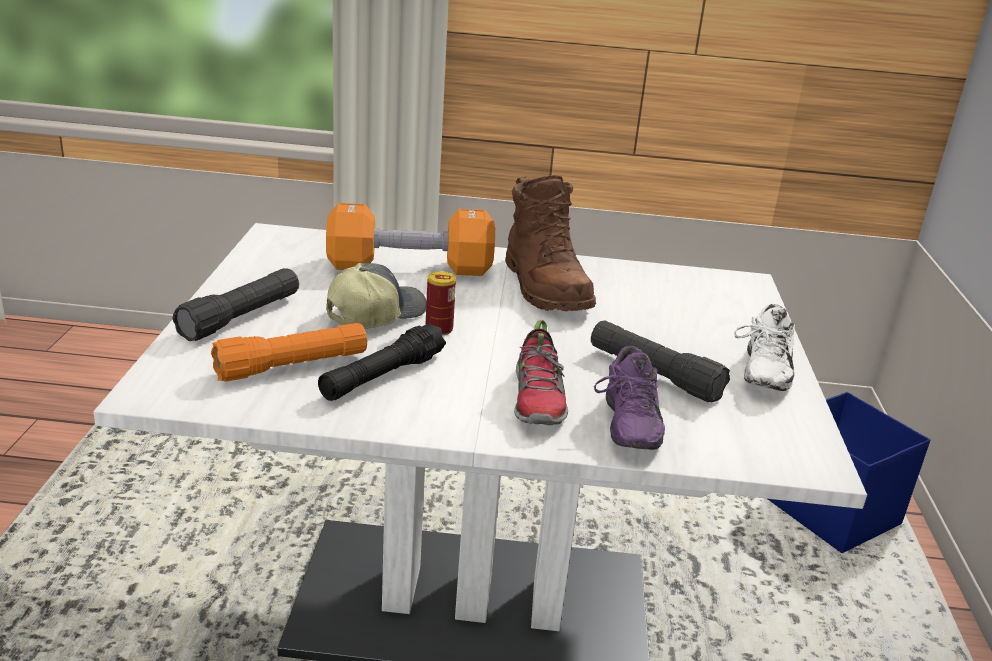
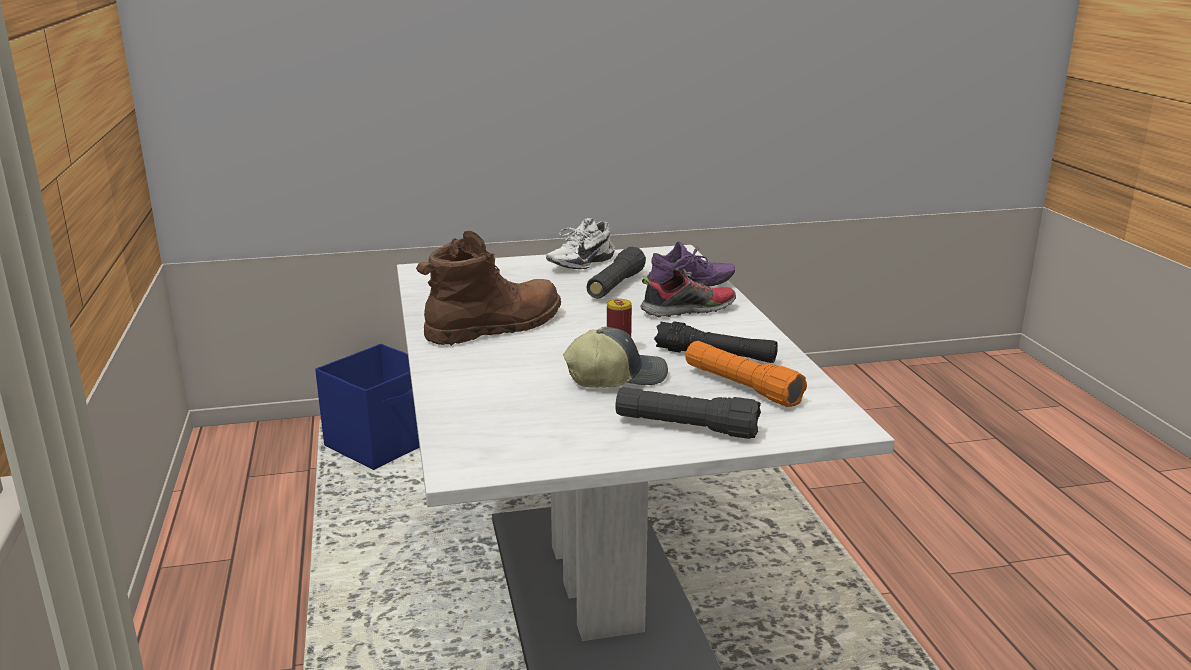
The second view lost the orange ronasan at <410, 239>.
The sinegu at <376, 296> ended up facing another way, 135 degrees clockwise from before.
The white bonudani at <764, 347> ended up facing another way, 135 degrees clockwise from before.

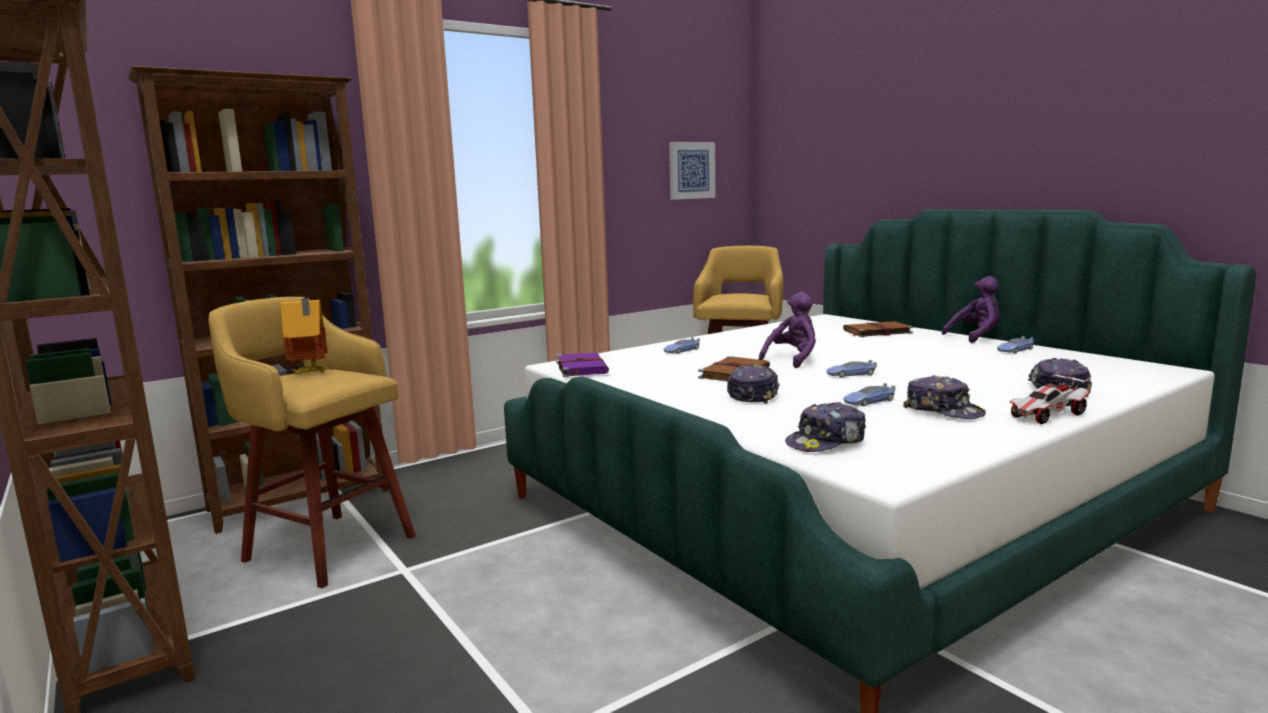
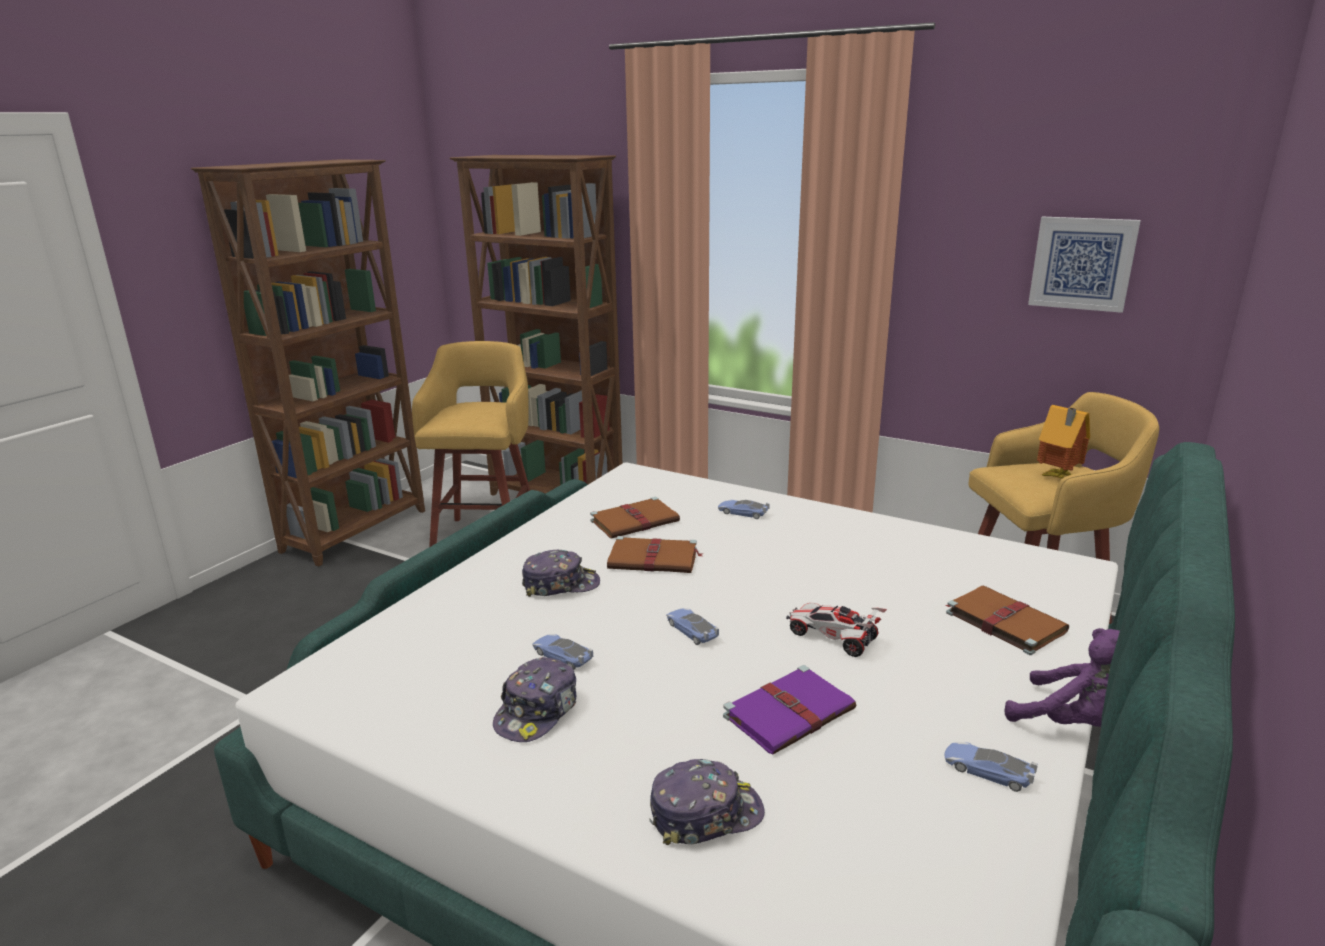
The second view lost the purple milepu at <787, 330>.
The second view lost the sinegu at <825, 427>.
The second view gained the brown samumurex at <635, 518>.
The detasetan ended up elsewhere, having gone from <304, 336> to <1063, 442>.
The purple samumurex ended up elsewhere, having gone from <582, 364> to <789, 710>.
The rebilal ended up elsewhere, having gone from <1050, 397> to <836, 630>.

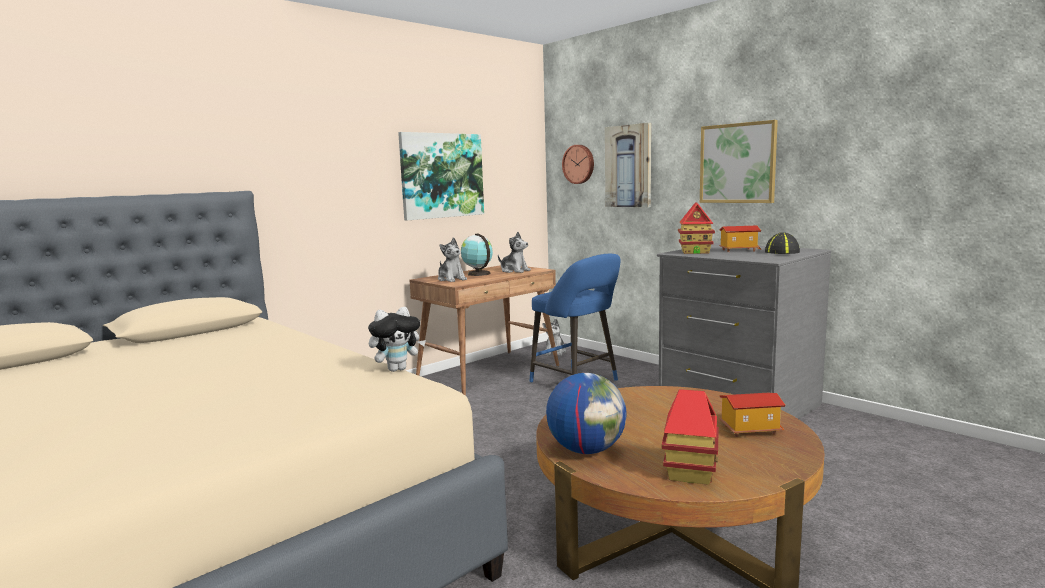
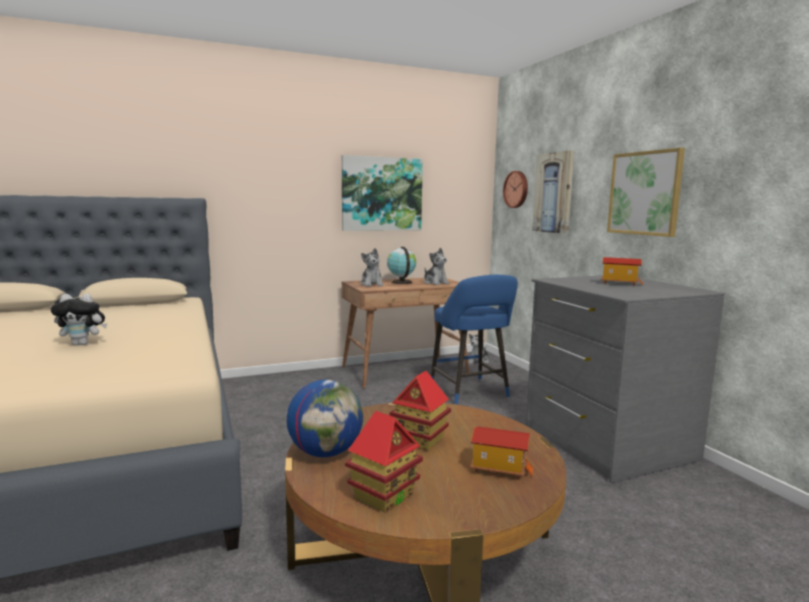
The second view lost the sinegu at <782, 243>.
The milepu ended up elsewhere, having gone from <397, 339> to <79, 319>.
The detasetan ended up elsewhere, having gone from <696, 228> to <420, 411>.

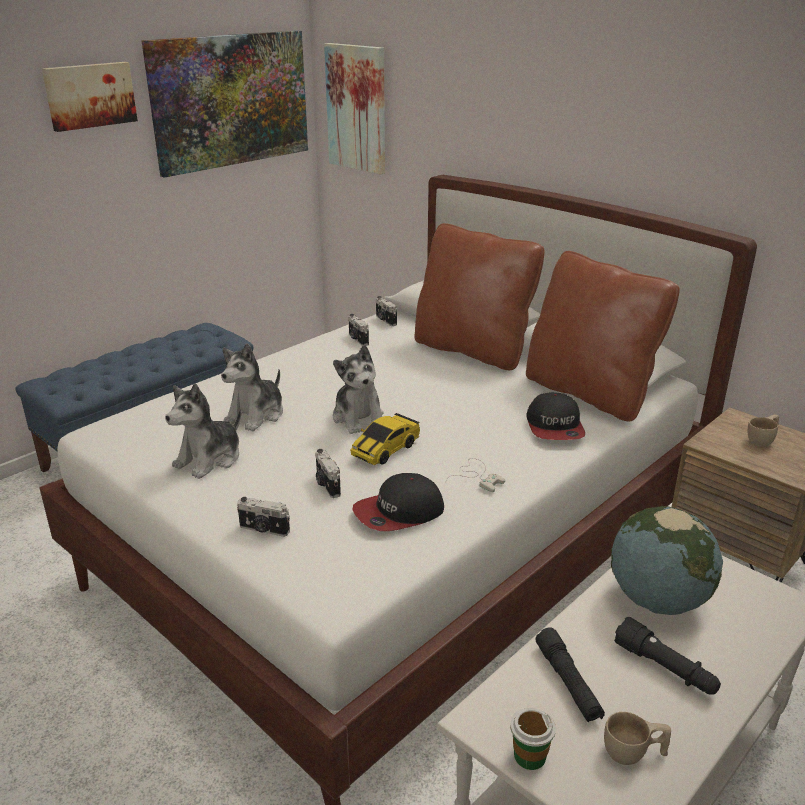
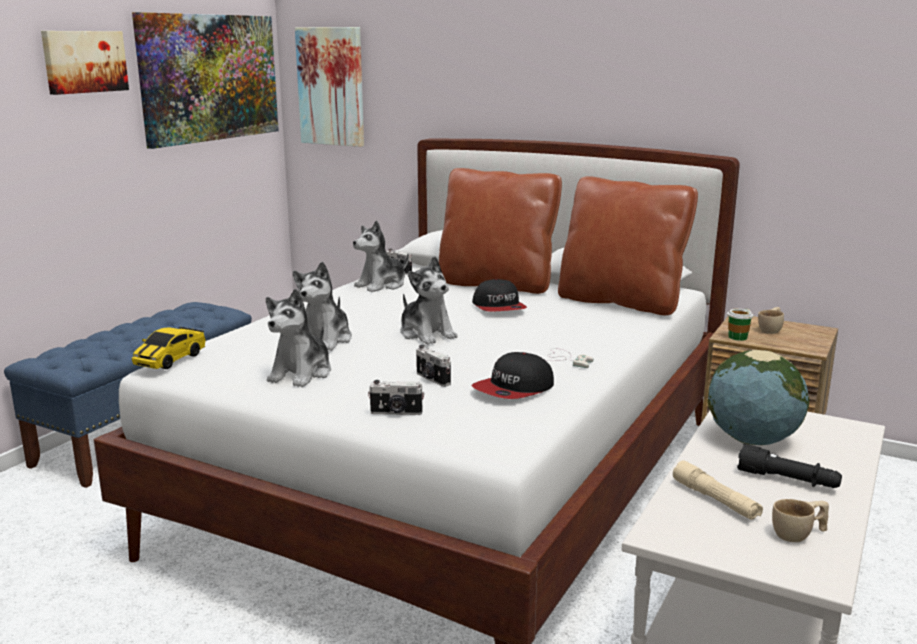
The rebilal ended up elsewhere, having gone from <385, 439> to <168, 348>.
The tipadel ended up elsewhere, having gone from <533, 739> to <740, 325>.
The sinegu ended up elsewhere, having gone from <555, 416> to <499, 295>.
Where the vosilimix stood at <358, 330>, the milepu came to stand at <381, 256>.
What was the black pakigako at <570, 675> turned into the beige pakigako at <718, 490>.

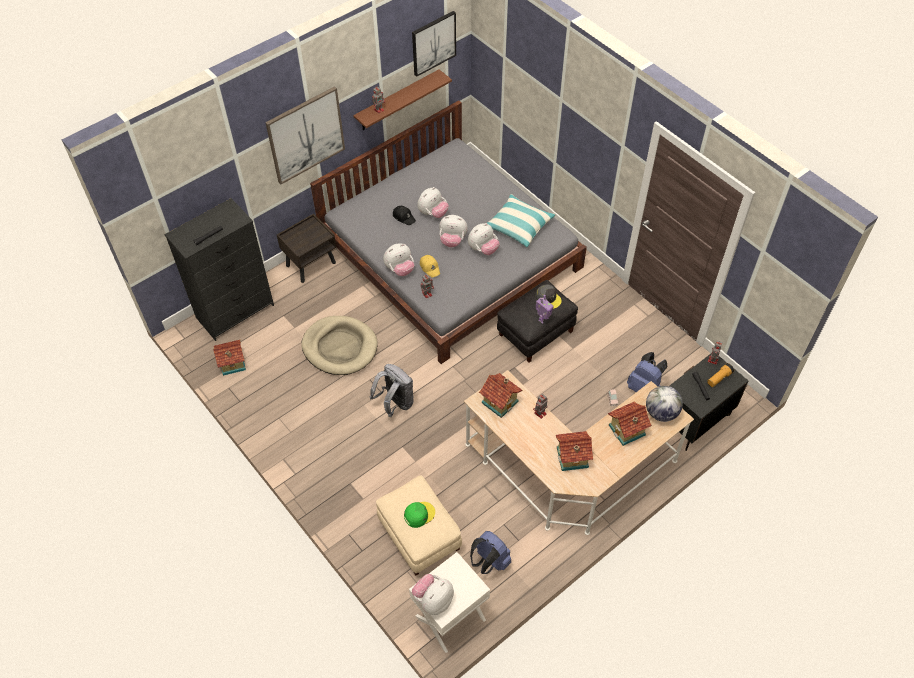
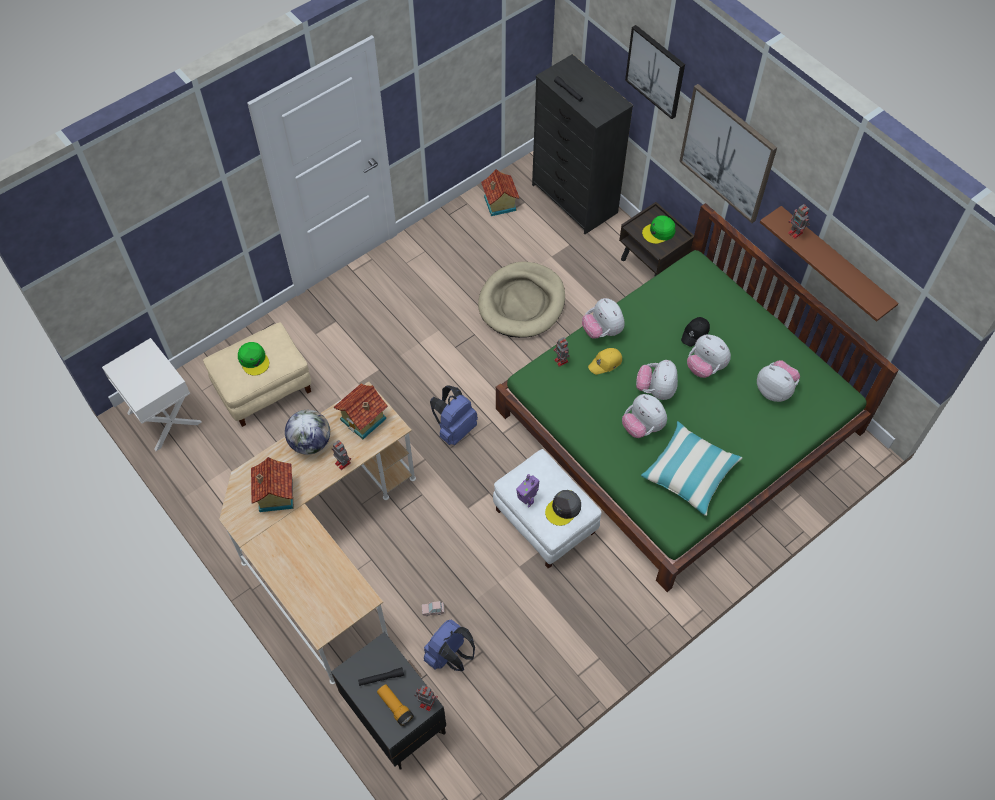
The second view lost the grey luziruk at <392, 390>.
The second view lost the detasetan at <630, 423>.
The second view gained the green sinegu at <659, 229>.
The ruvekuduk ended up elsewhere, having gone from <434, 44> to <655, 72>.
The milepu ended up elsewhere, having gone from <433, 594> to <778, 381>.
The blue luziruk ended up elsewhere, having gone from <490, 552> to <454, 415>.
The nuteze ended up elsewhere, having gone from <664, 404> to <307, 432>.
What was the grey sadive at <448, 232> turned into the green sadive at <697, 397>.
What was the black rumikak at <537, 321> turned into the white rumikak at <547, 509>.

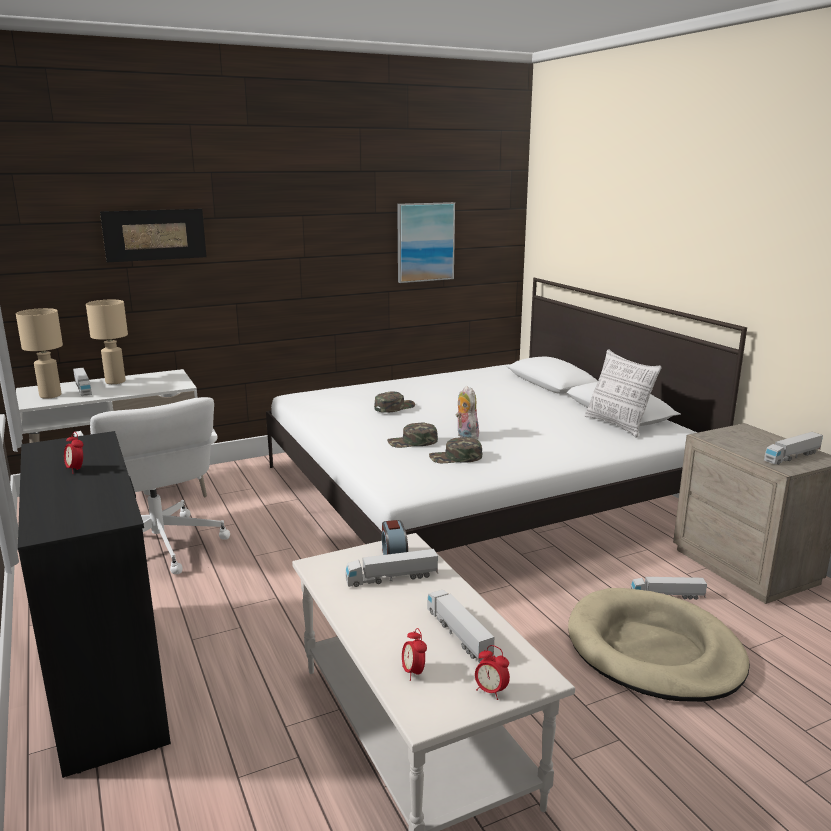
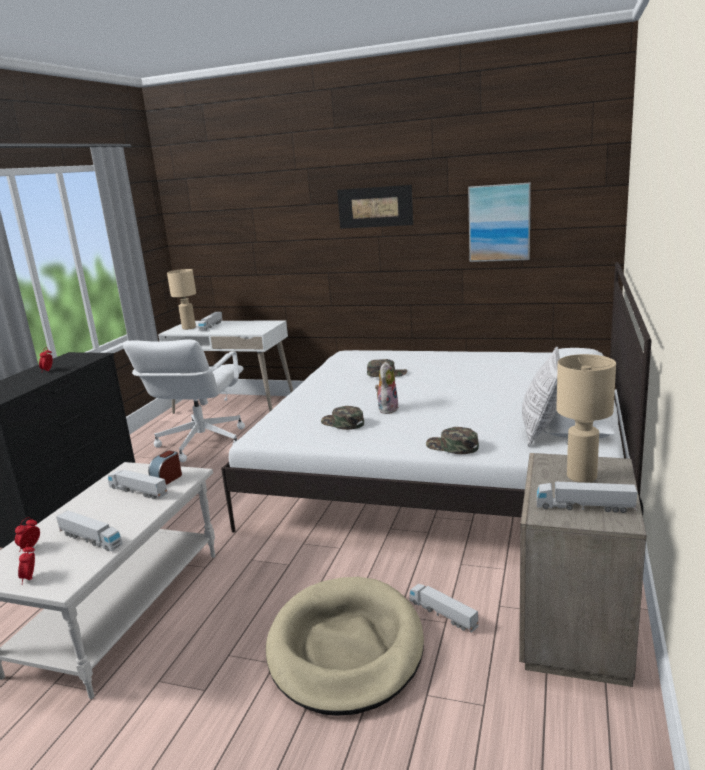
The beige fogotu ended up elsewhere, having gone from <107, 342> to <586, 418>.
The ruvekuduk ended up elsewhere, having gone from <153, 235> to <375, 207>.
The green sinegu ended up elsewhere, having gone from <412, 435> to <452, 440>.
The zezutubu at <460, 626> ended up facing another way, 105 degrees clockwise from before.

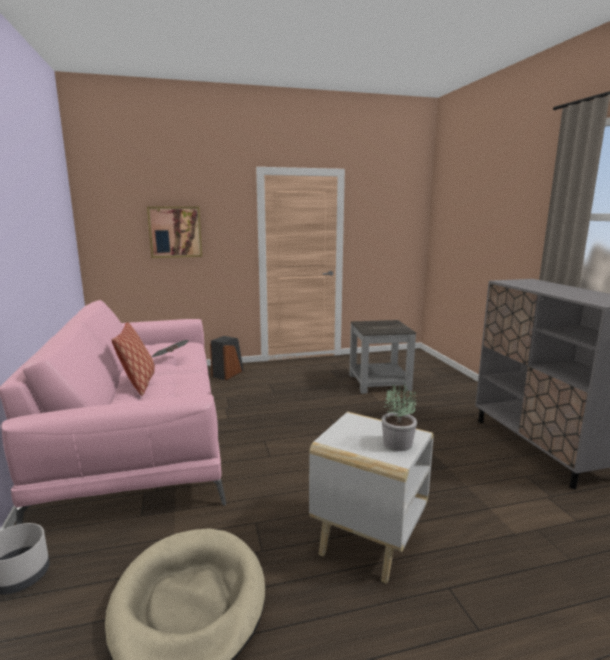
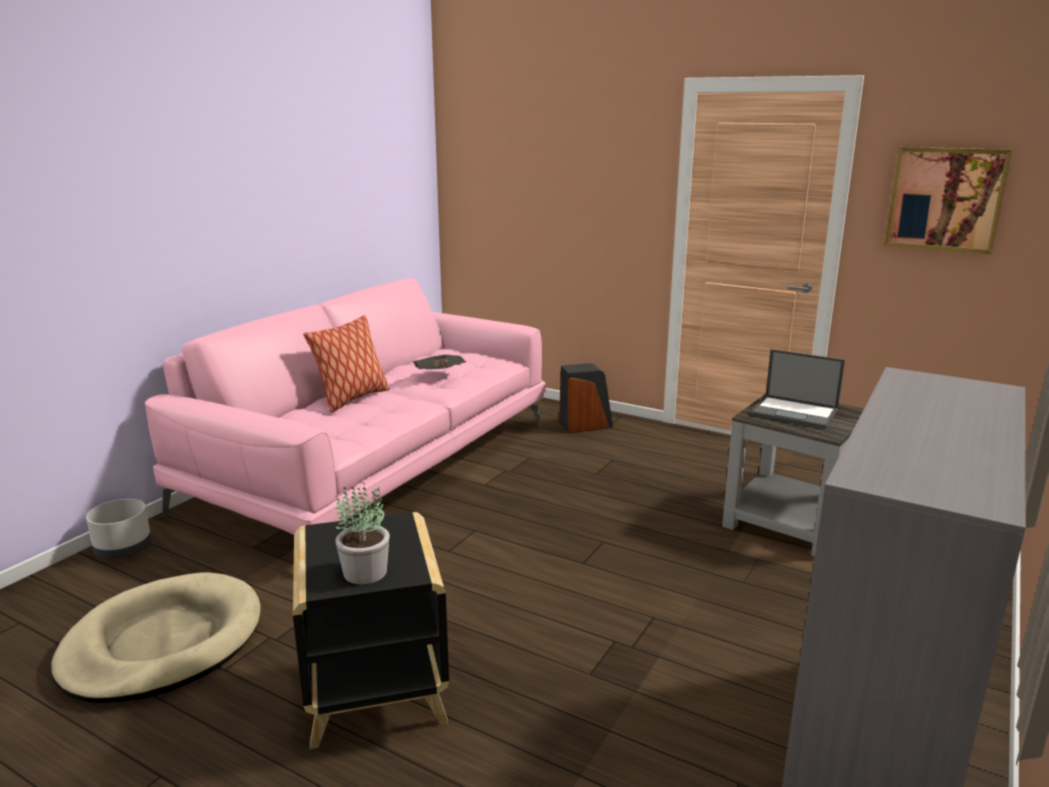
The second view gained the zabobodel at <798, 389>.
The ruvekuduk ended up elsewhere, having gone from <174, 232> to <948, 200>.
What was the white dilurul at <371, 498> turned into the black dilurul at <371, 630>.

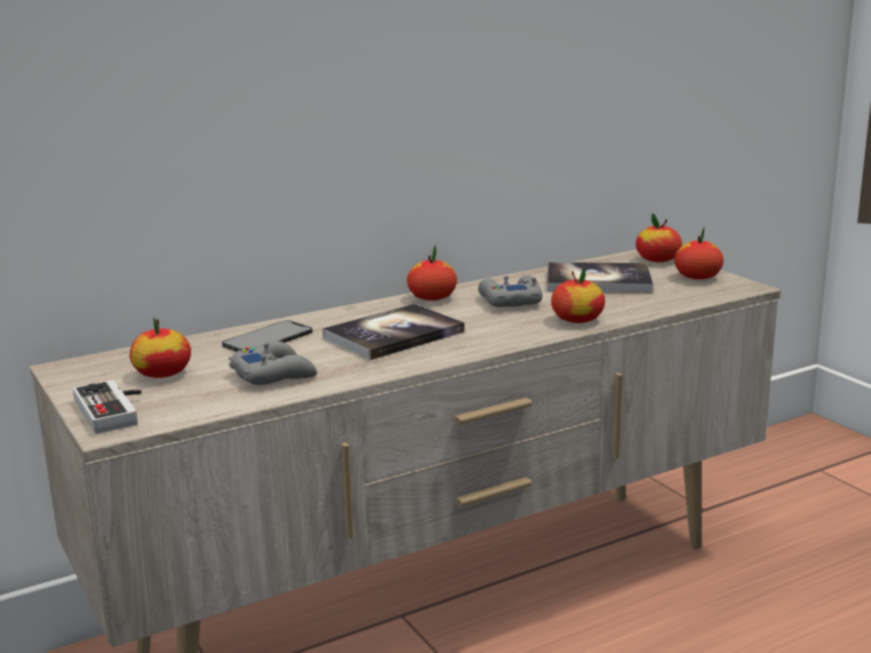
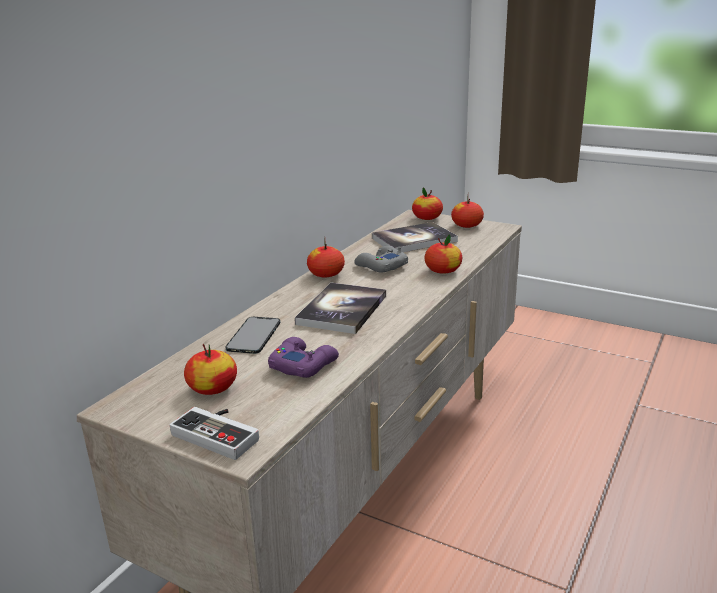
What was the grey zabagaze at <273, 363> turned into the purple zabagaze at <303, 357>.

